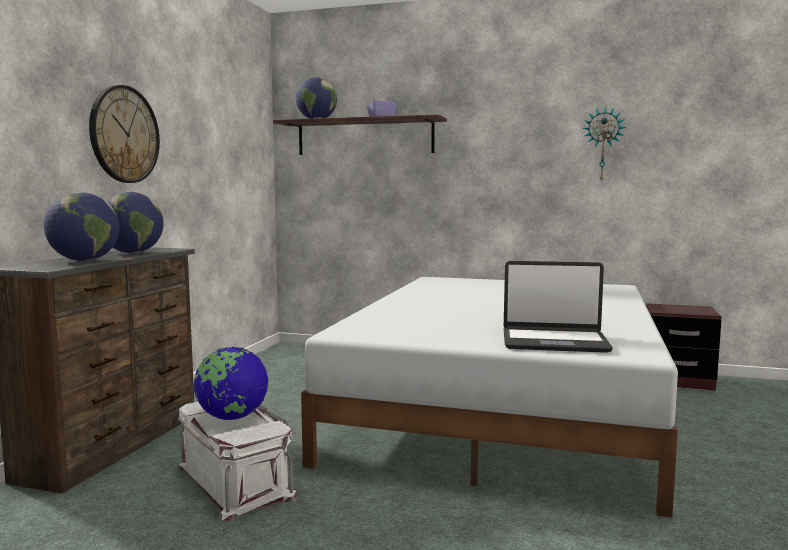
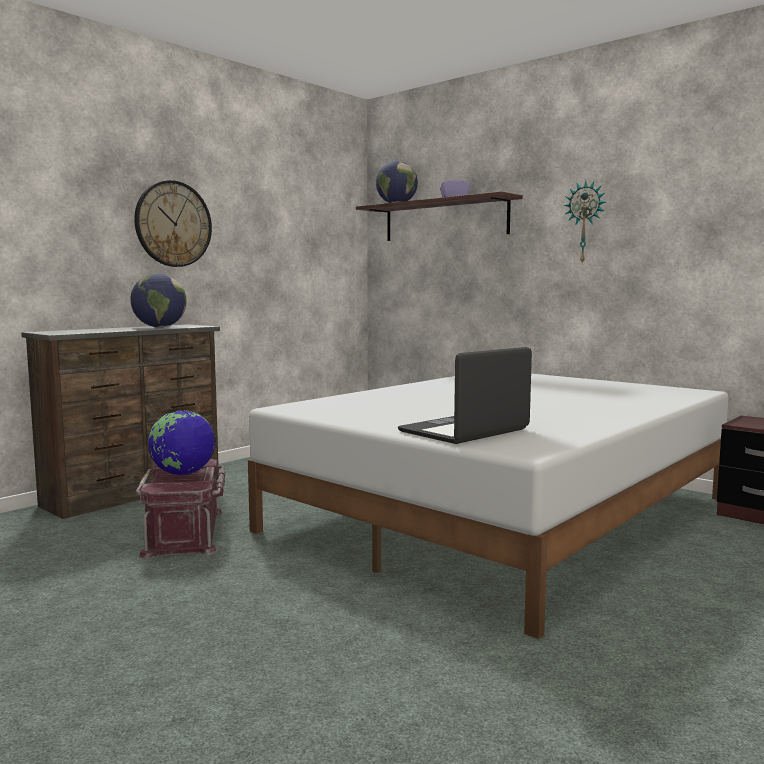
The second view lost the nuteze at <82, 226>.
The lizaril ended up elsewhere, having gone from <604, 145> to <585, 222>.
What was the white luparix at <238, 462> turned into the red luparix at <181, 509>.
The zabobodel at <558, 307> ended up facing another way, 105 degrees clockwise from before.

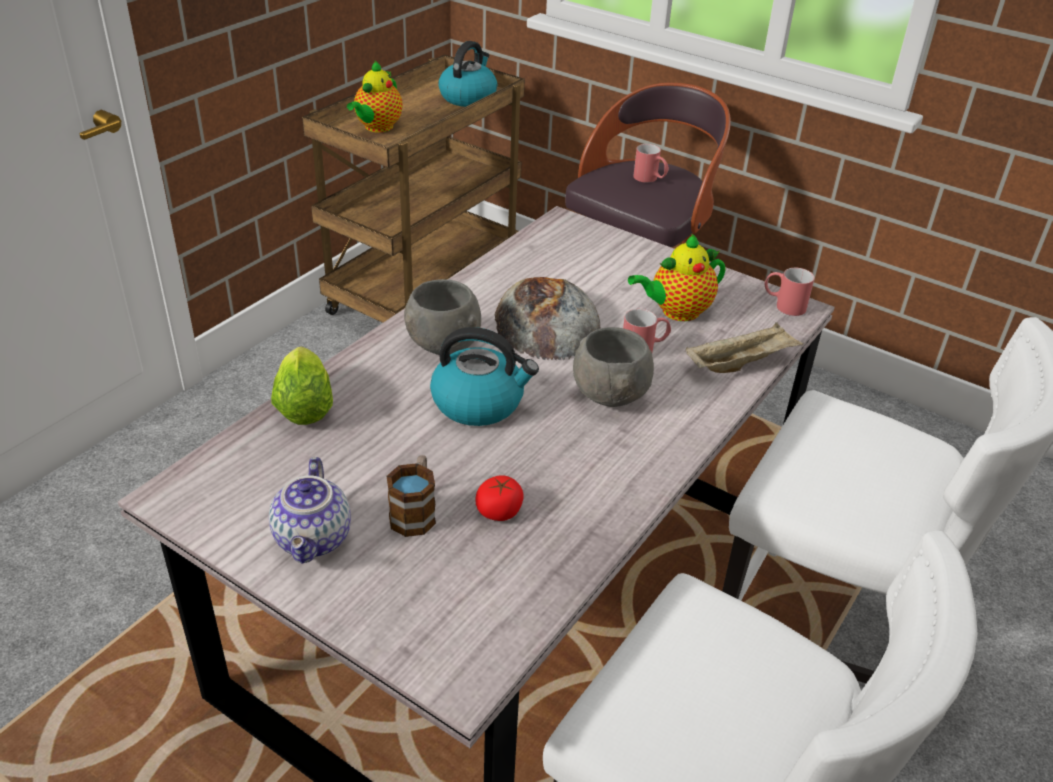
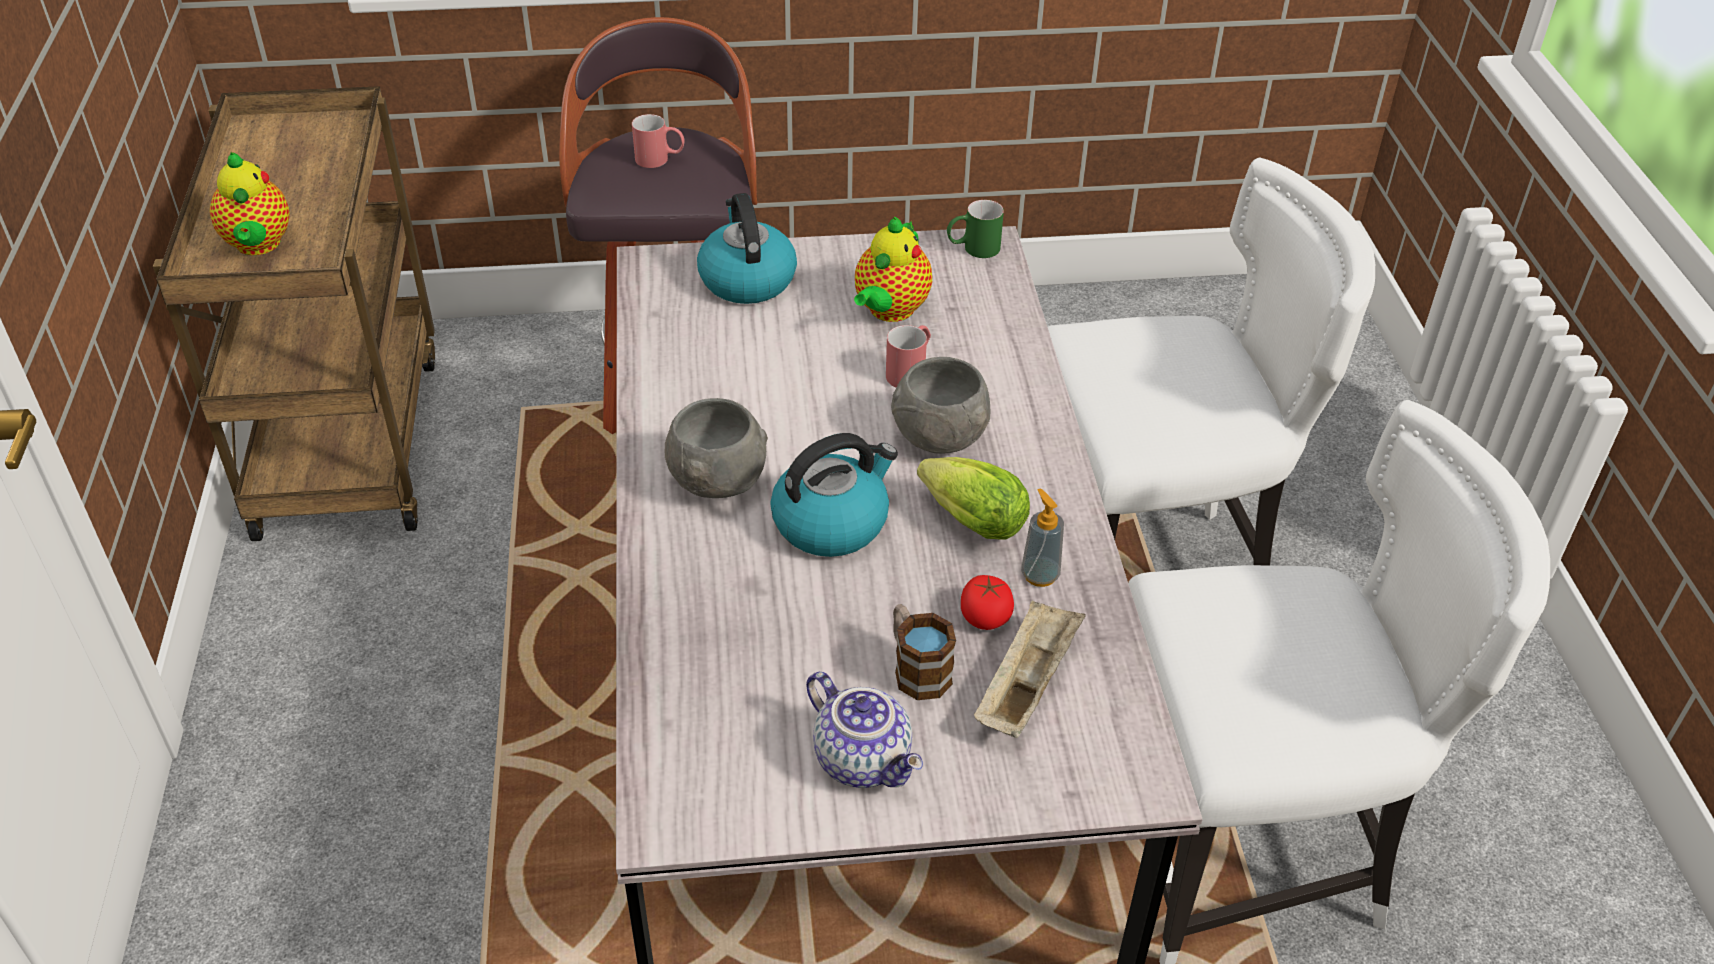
The second view lost the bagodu at <548, 318>.
The second view gained the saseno at <1042, 538>.
The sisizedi ended up elsewhere, having gone from <302, 385> to <973, 498>.
The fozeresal ended up elsewhere, having gone from <467, 74> to <747, 248>.
The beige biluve ended up elsewhere, having gone from <744, 347> to <1030, 669>.
What was the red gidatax at <790, 292> turned into the green gidatax at <975, 229>.

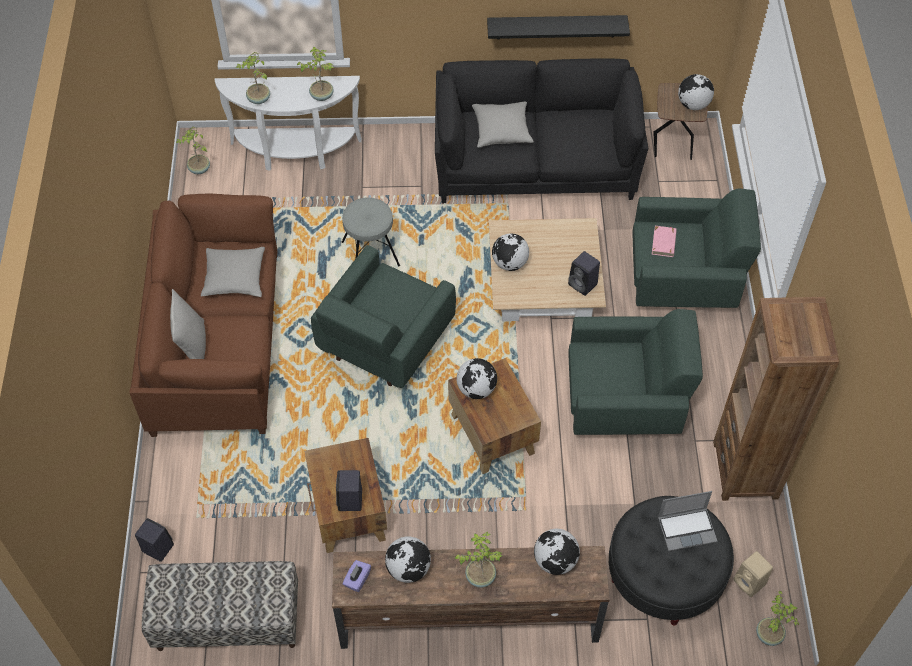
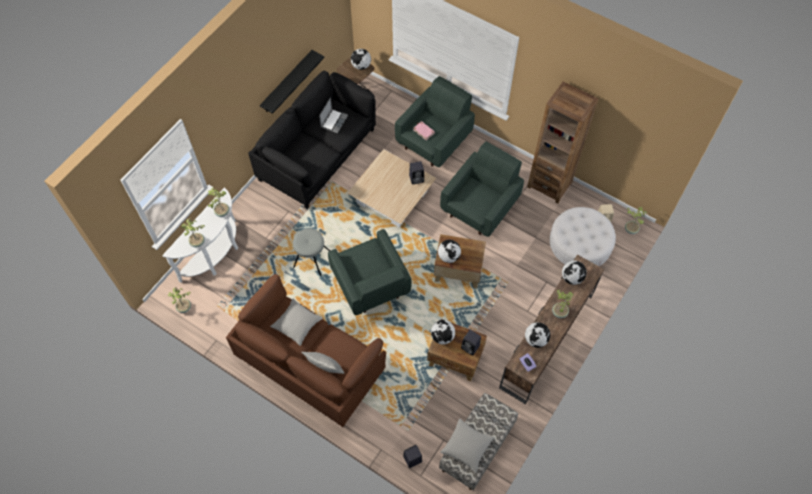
The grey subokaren ended up elsewhere, having gone from <503, 124> to <467, 446>.
The nuteze ended up elsewhere, having gone from <510, 252> to <443, 332>.
The zabobodel ended up elsewhere, having gone from <687, 521> to <333, 115>.
What was the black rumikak at <671, 561> turned into the white rumikak at <583, 236>.

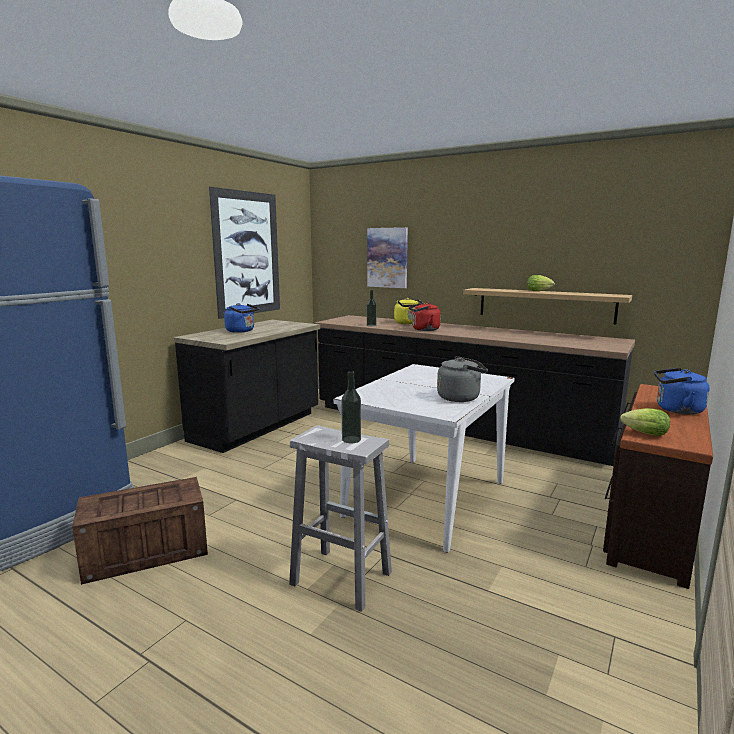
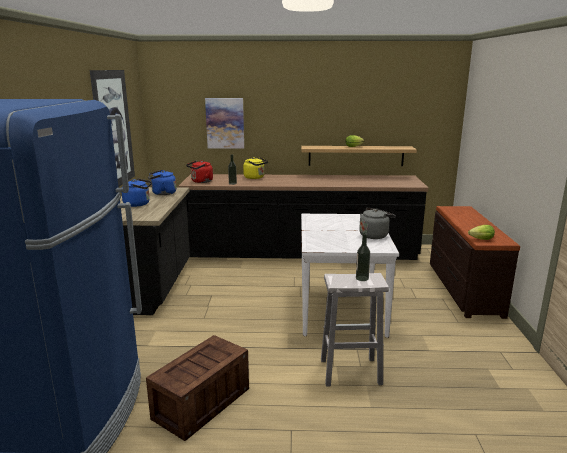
The red fozeresal ended up elsewhere, having gone from <425, 316> to <199, 171>.
The blue fozeresal ended up elsewhere, having gone from <682, 391> to <162, 182>.

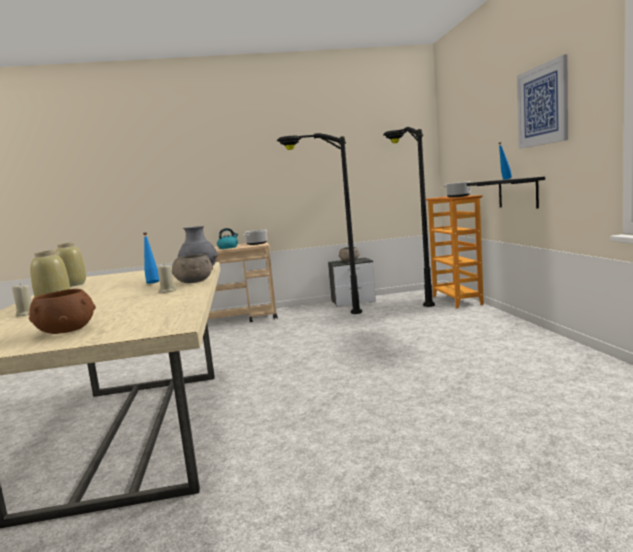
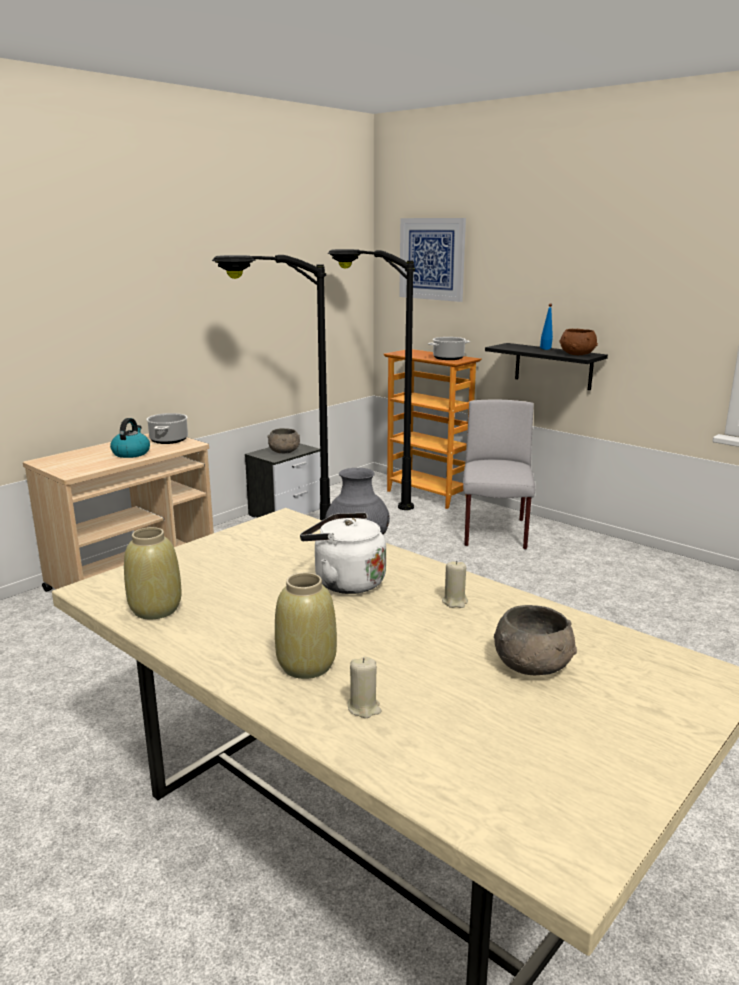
The second view gained the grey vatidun at <499, 474>.
The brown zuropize ended up elsewhere, having gone from <62, 311> to <578, 342>.
The grey zuropize ended up elsewhere, having gone from <192, 268> to <535, 640>.
The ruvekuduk ended up elsewhere, having gone from <542, 101> to <432, 260>.
Where the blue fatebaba stood at <151, 258>, the white fozeresal came to stand at <343, 553>.

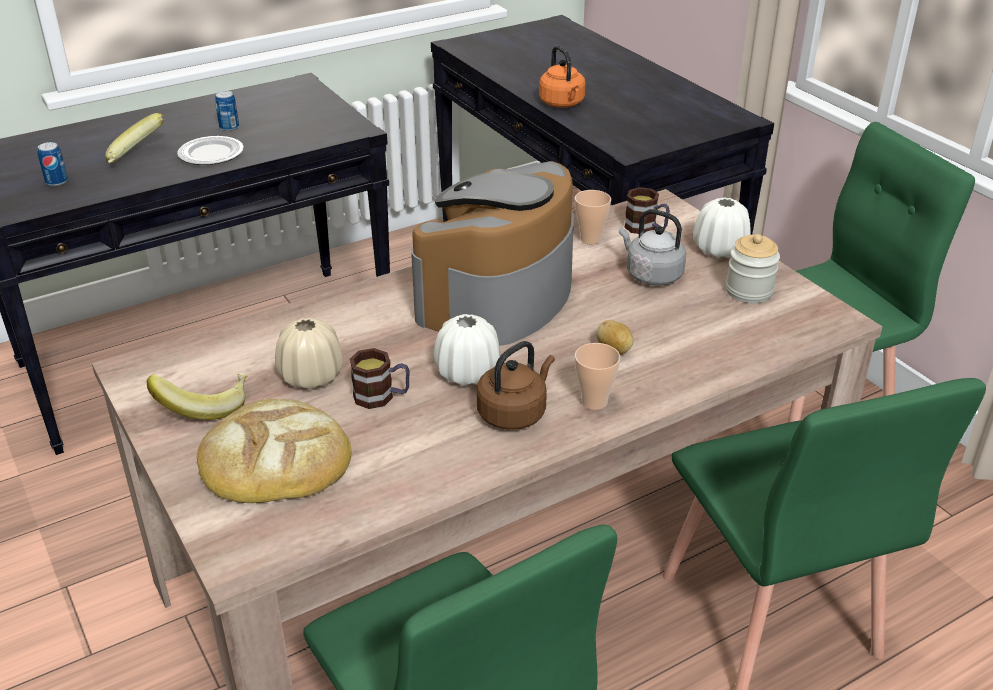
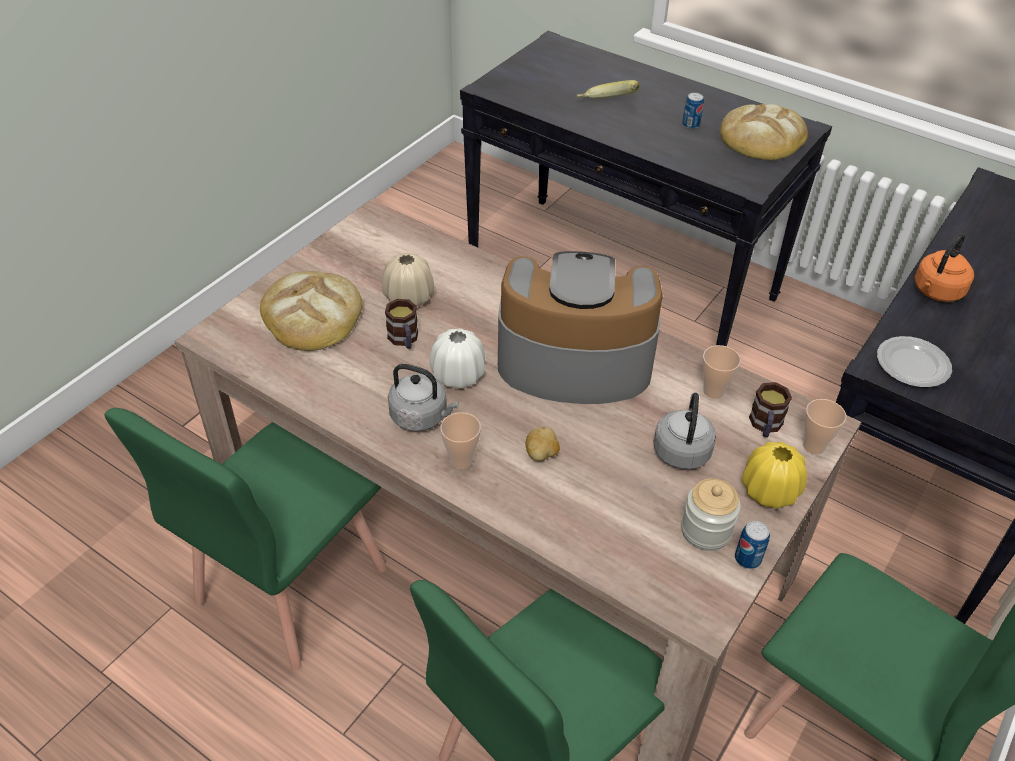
The second view lost the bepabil at <197, 396>.
The second view gained the bagodu at <764, 132>.
The second view gained the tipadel at <825, 427>.
The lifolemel ended up elsewhere, having gone from <52, 164> to <752, 545>.
The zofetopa ended up elsewhere, having gone from <210, 150> to <914, 362>.
What was the brown fozeresal at <516, 385> turned into the grey fozeresal at <423, 397>.
What was the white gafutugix at <722, 227> turned into the yellow gafutugix at <774, 475>.

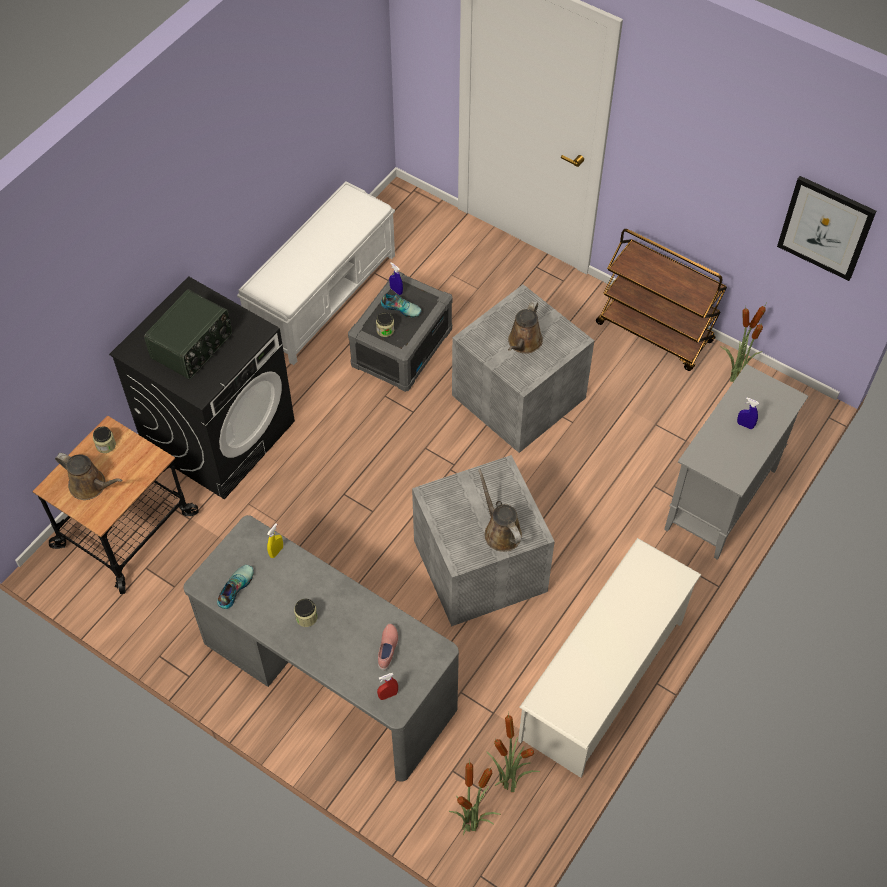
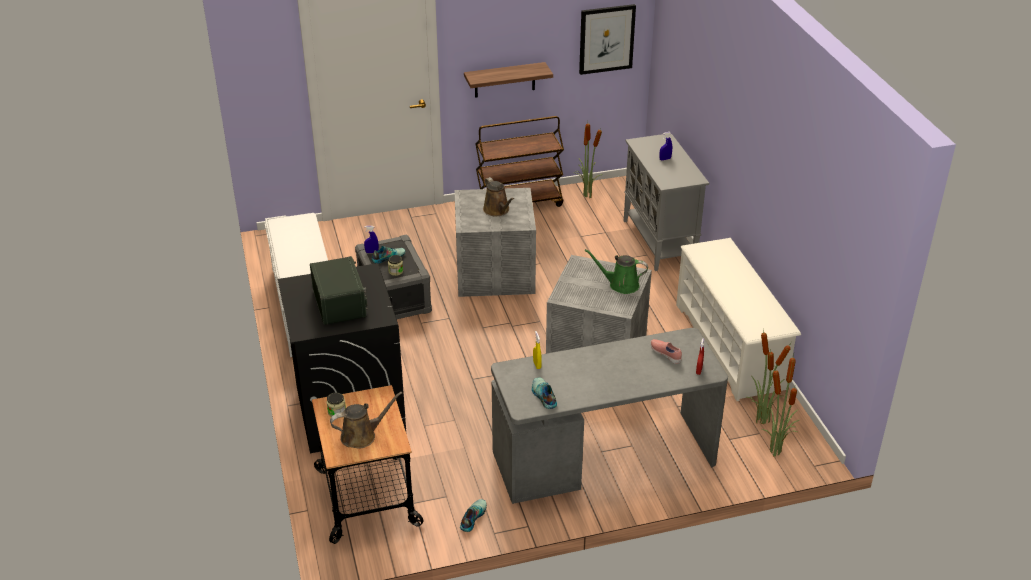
The second view lost the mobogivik at <305, 613>.
The second view gained the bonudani at <473, 515>.
The second view gained the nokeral at <508, 80>.
What was the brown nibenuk at <500, 510> turned into the green nibenuk at <616, 271>.

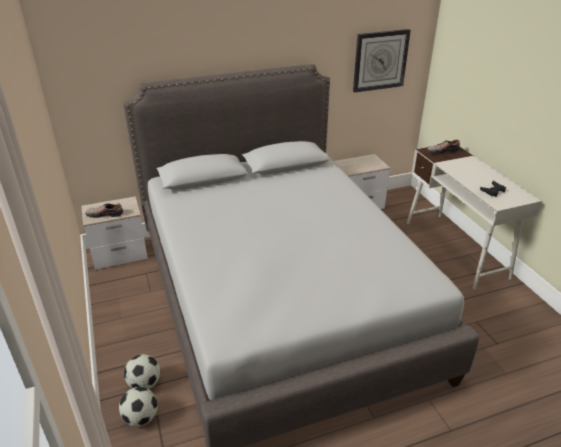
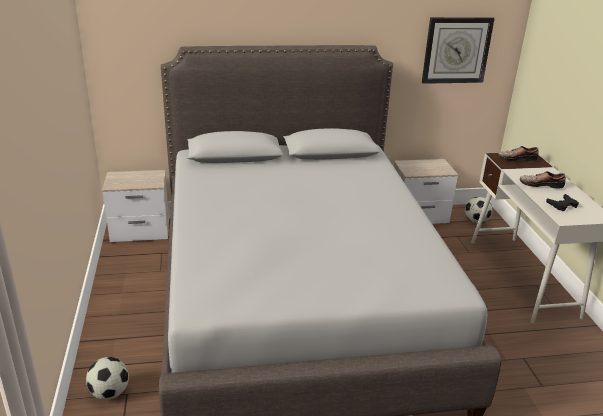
The bonudani ended up elsewhere, having gone from <104, 210> to <543, 179>.
The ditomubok ended up elsewhere, having gone from <142, 371> to <479, 210>.

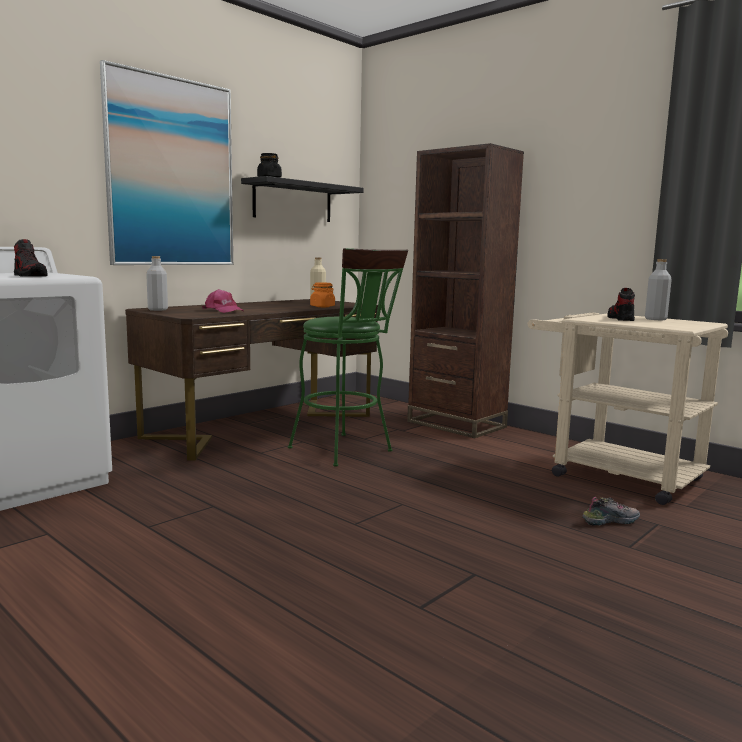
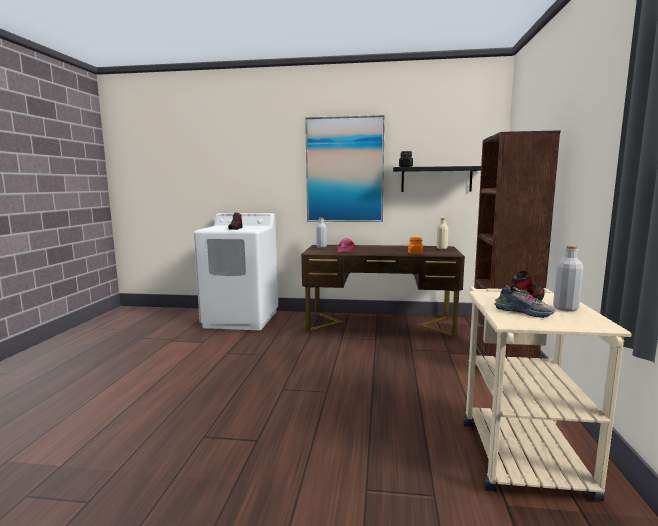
The second view lost the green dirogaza at <348, 357>.
The bonudani ended up elsewhere, having gone from <611, 511> to <525, 301>.

